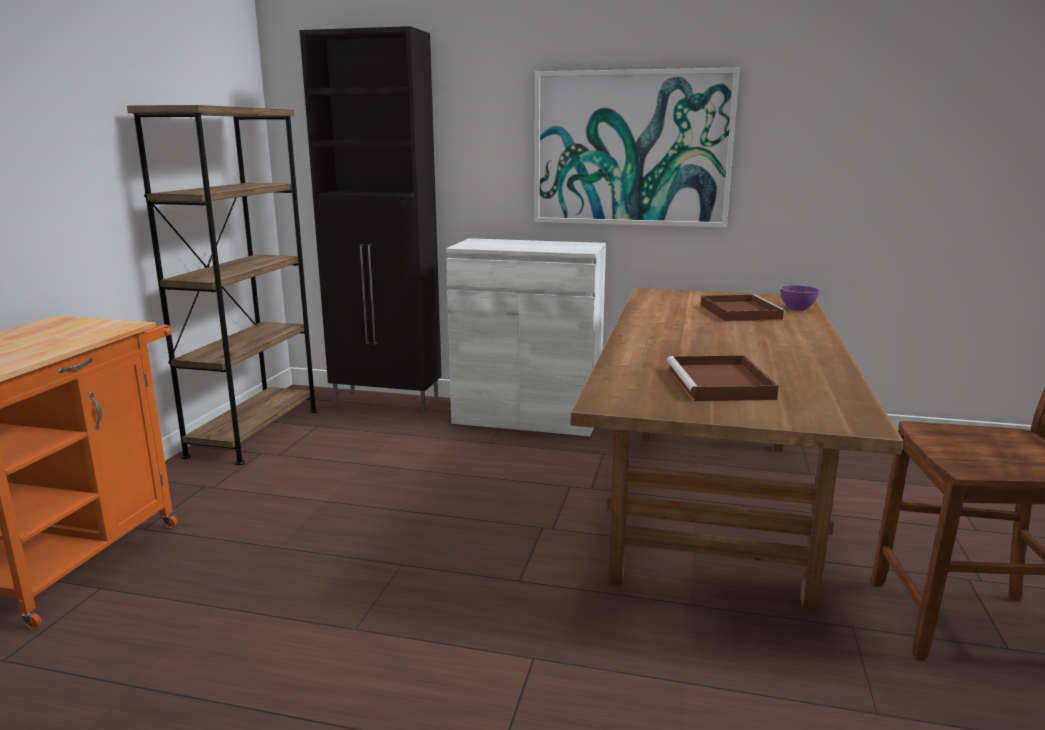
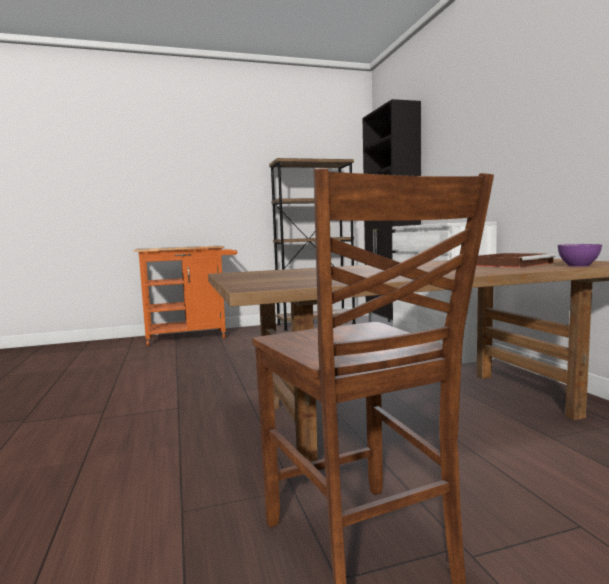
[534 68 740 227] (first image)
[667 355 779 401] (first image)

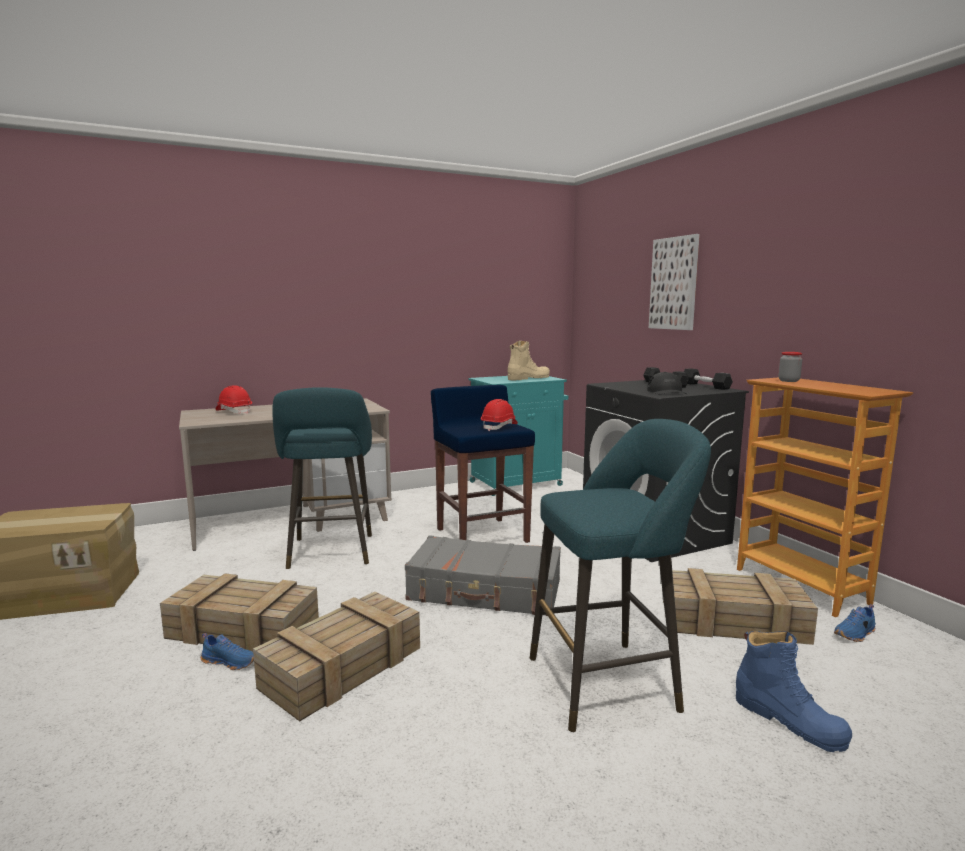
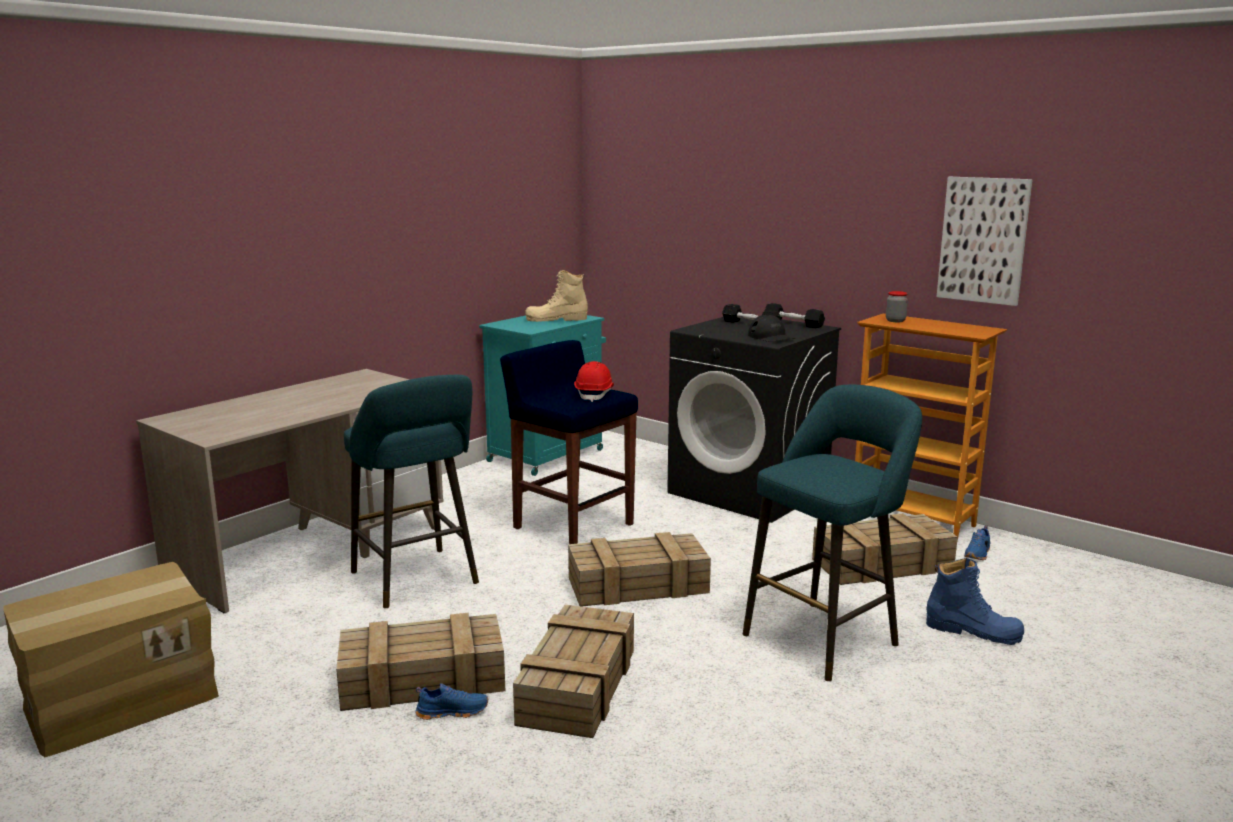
[215 385 252 414] (first image)
[568 532 711 607]
[525 270 588 322]
[937 177 1033 306]

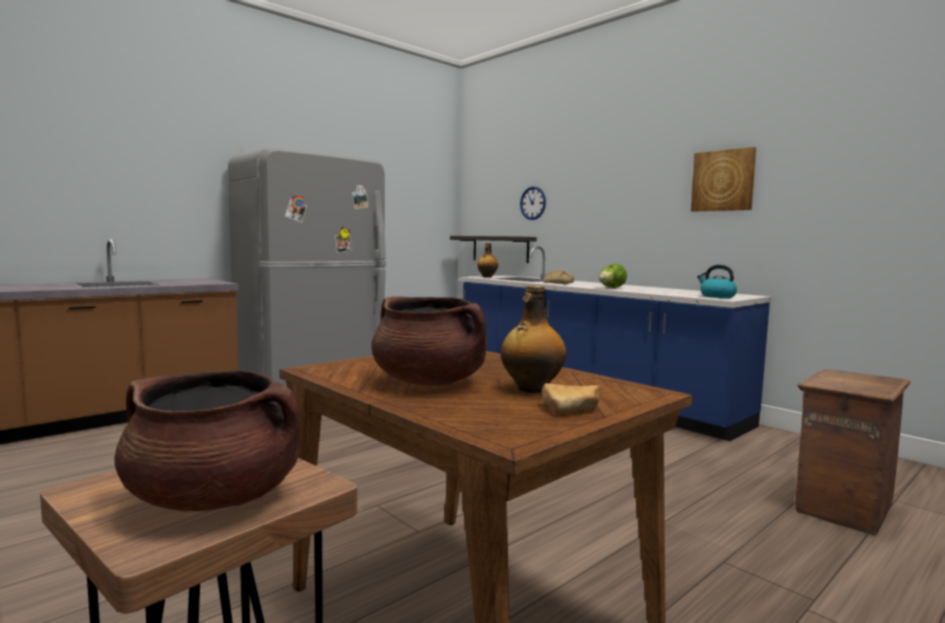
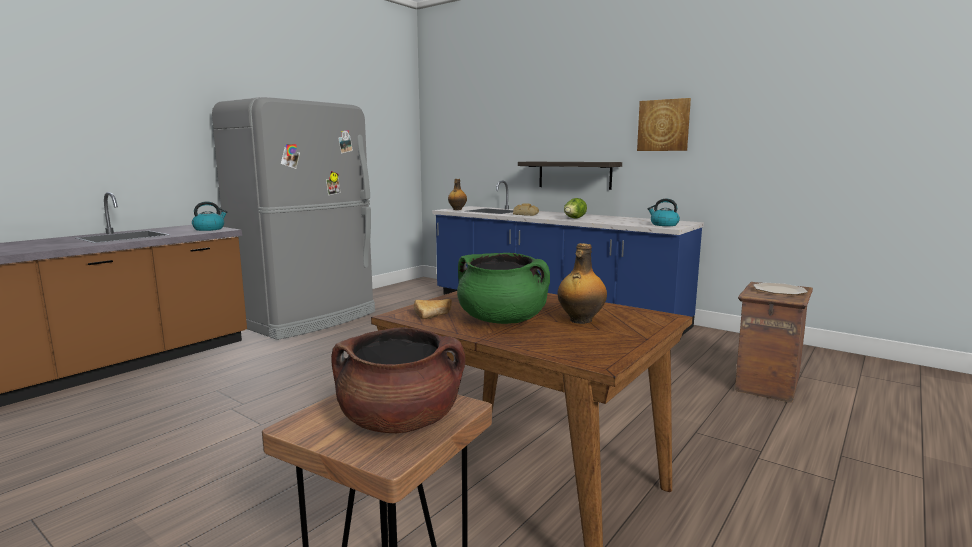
[457 253 550 324]
[518 162 622 190]
[520 186 546 220] (first image)
[414 299 452 319]
[192 201 228 231]
[753 283 808 295]

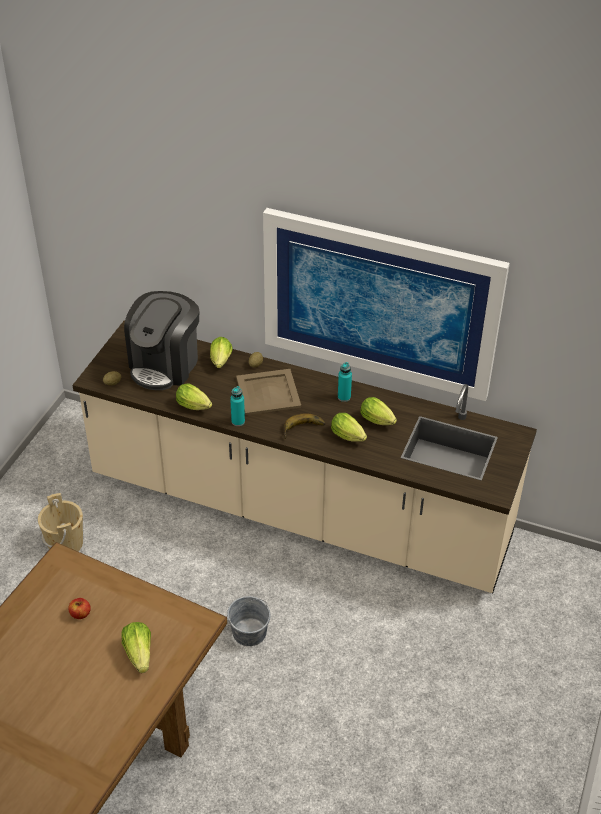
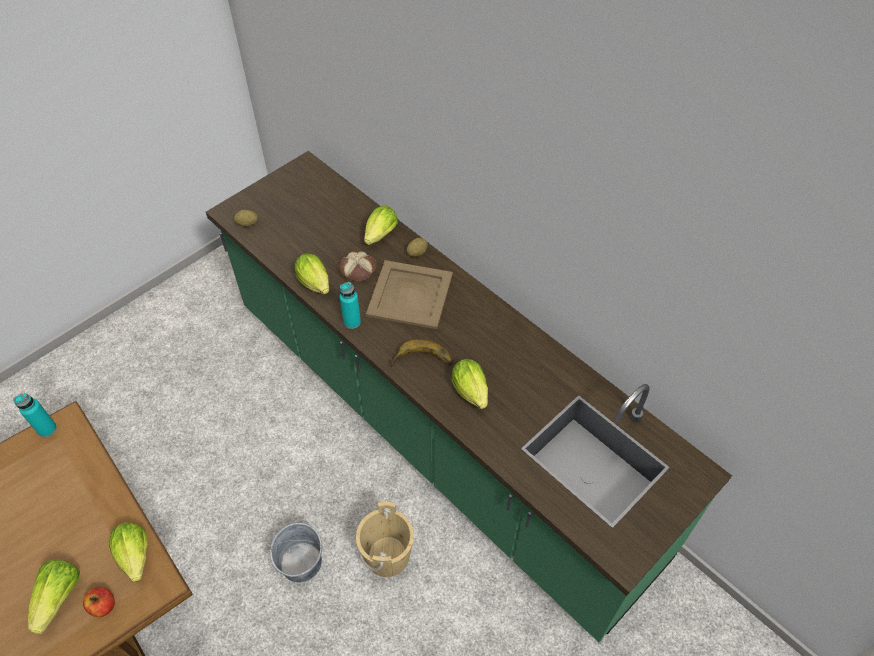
[356 502 414 577]
[83 587 115 617]
[206 151 732 643]
[124 291 199 390] (first image)
[263 208 510 401] (first image)
[13 393 57 437]
[109 522 147 582]
[339 251 376 282]

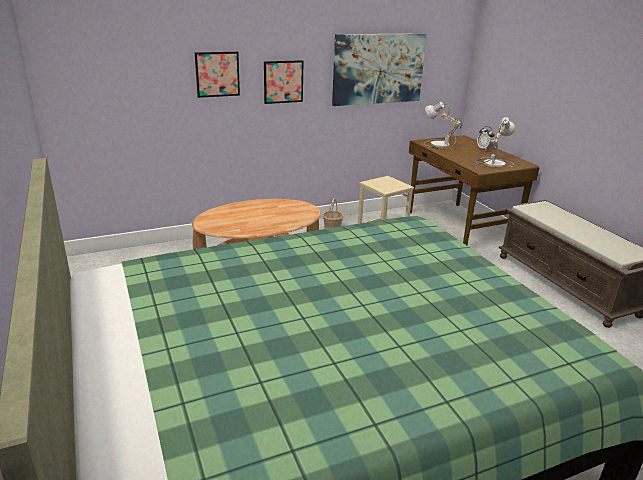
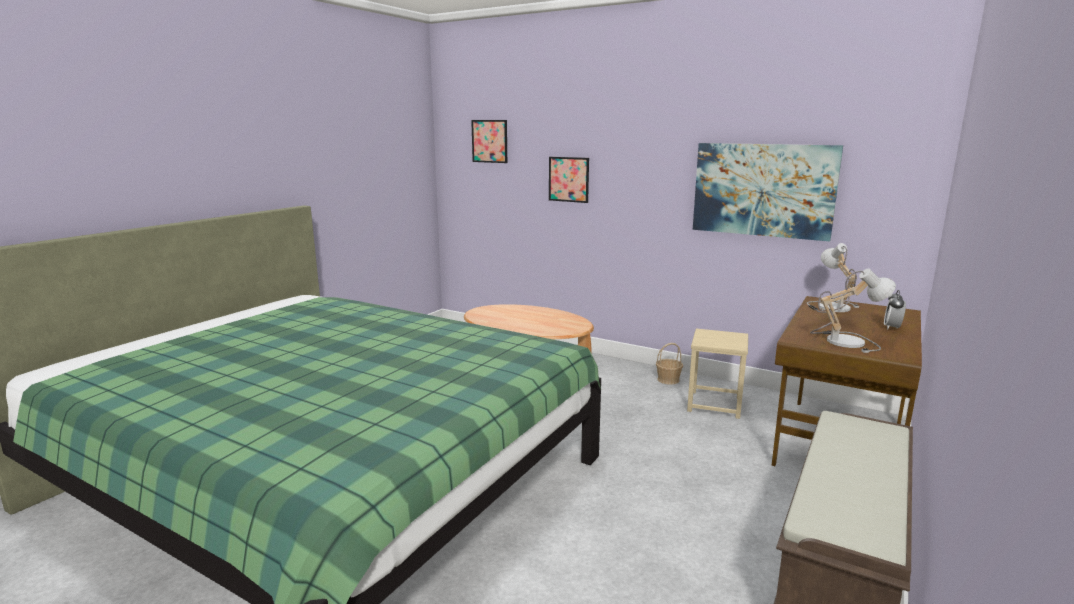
[471 120 507 163]

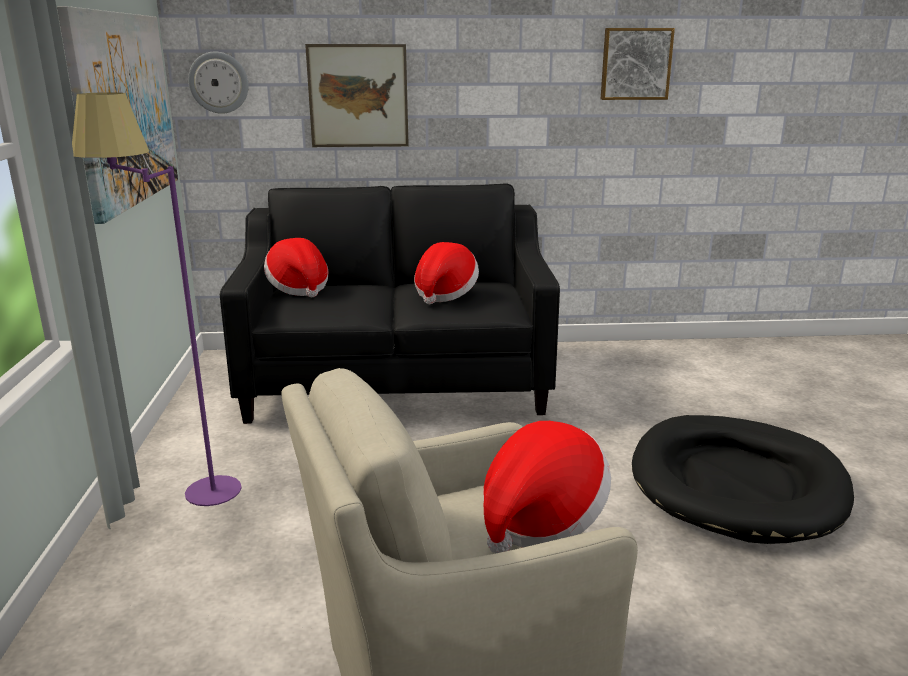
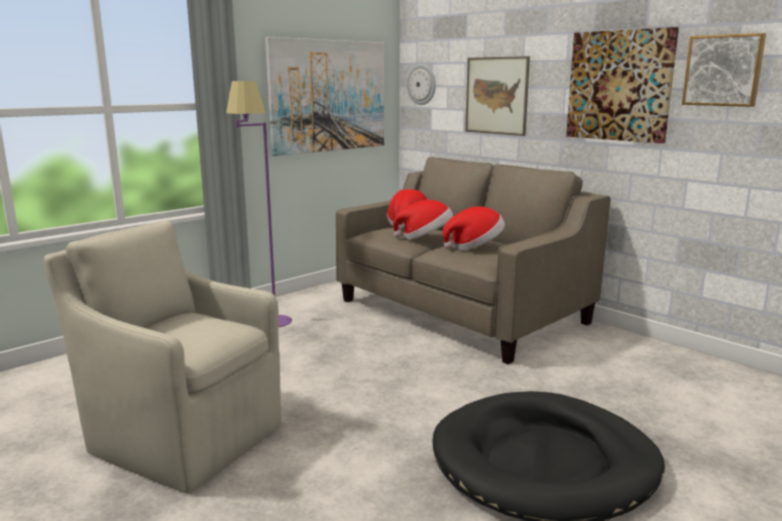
[336 157 610 364]
[393 200 453 240]
[566 27 679 144]

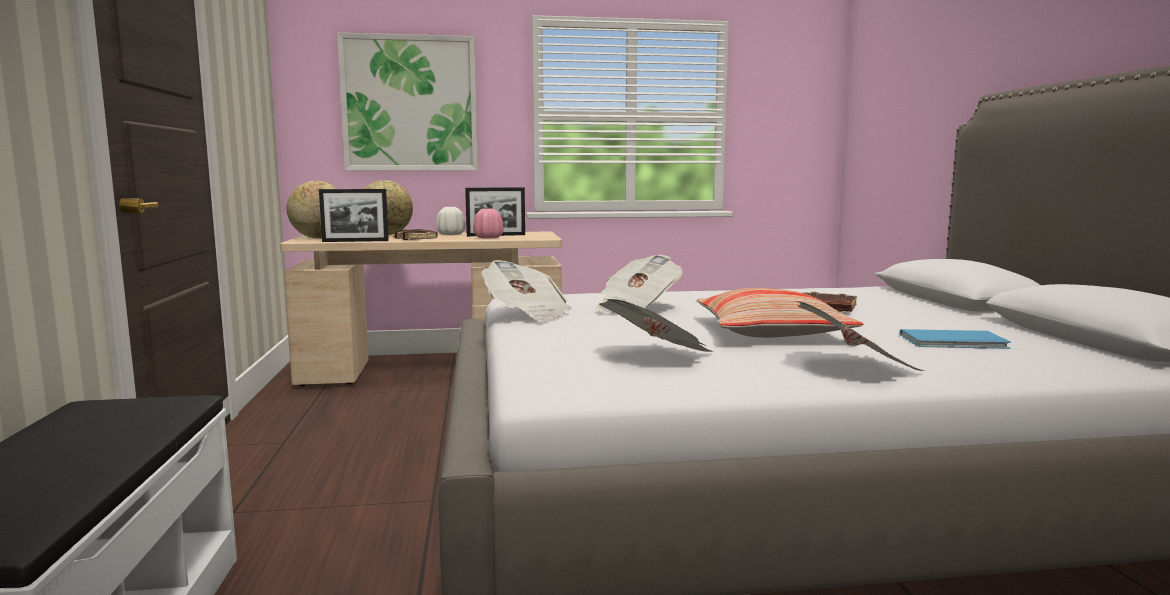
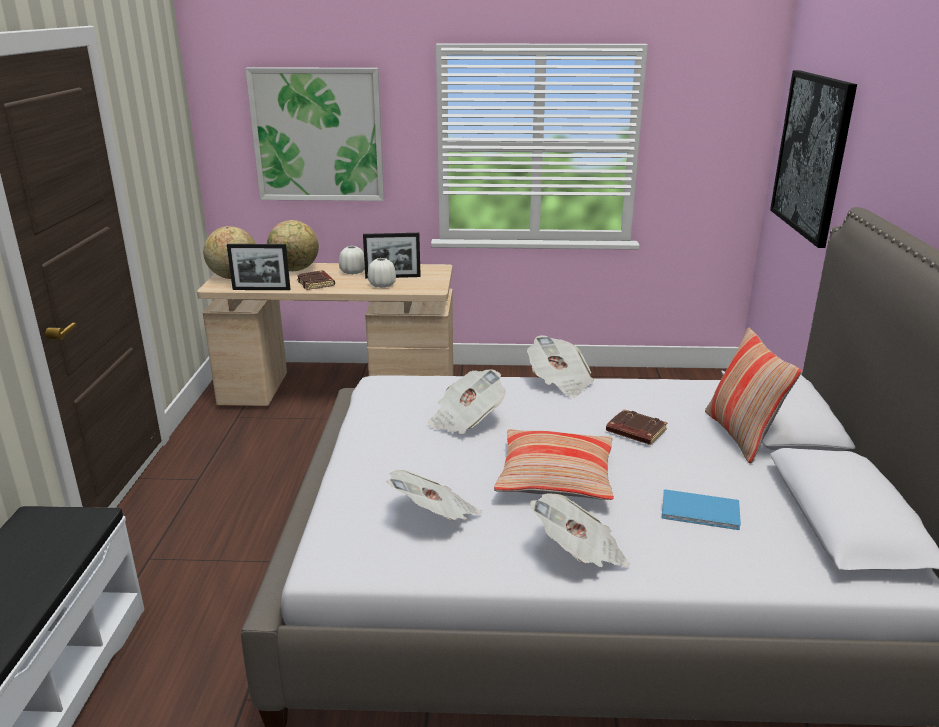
[368 258 396 288]
[527 335 594 398]
[705 328 802 464]
[770 70 857 248]

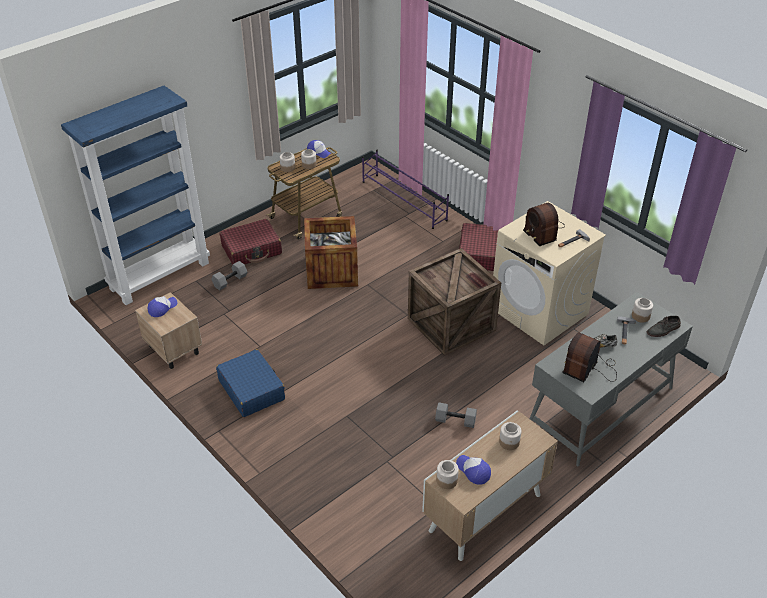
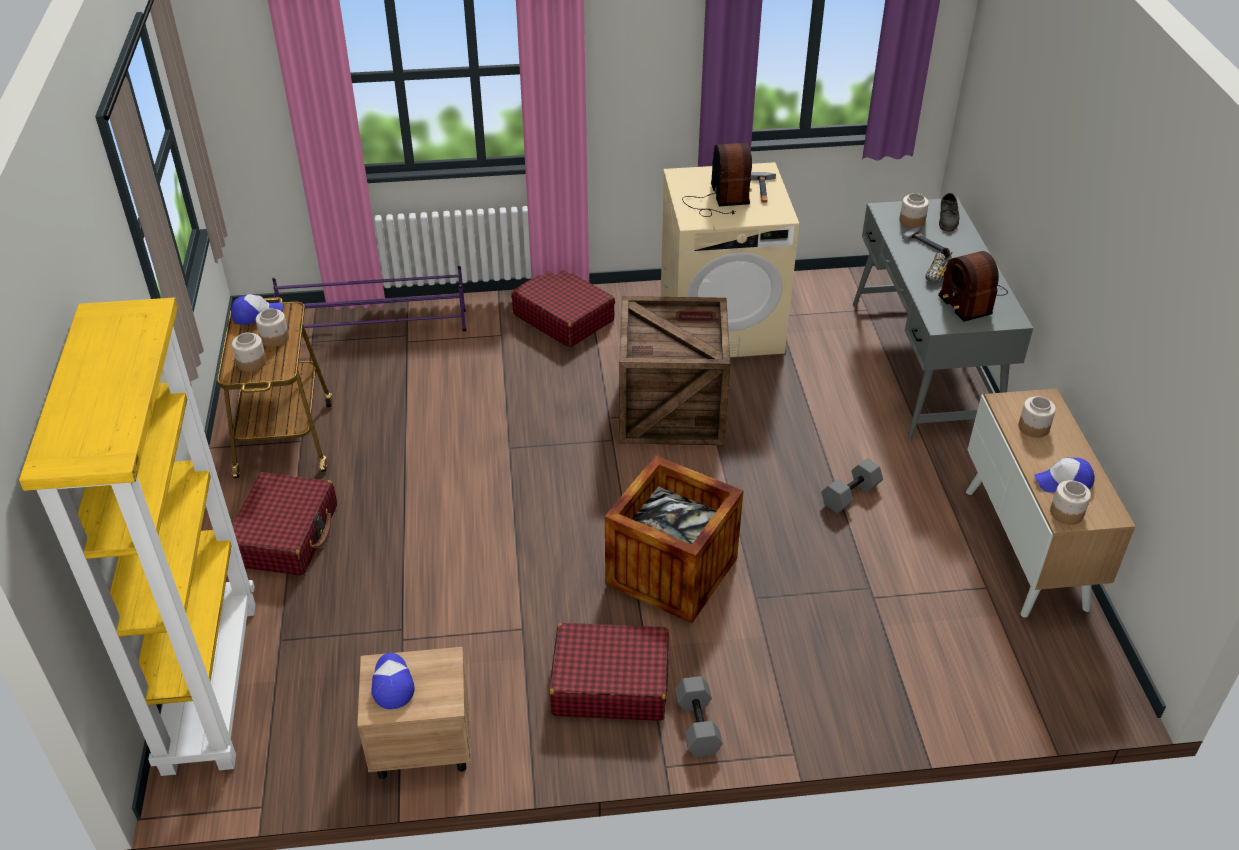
[19 298 255 776]
[675 676 723 757]
[549 623 669 720]
[605 455 743 623]
[682 143 752 217]

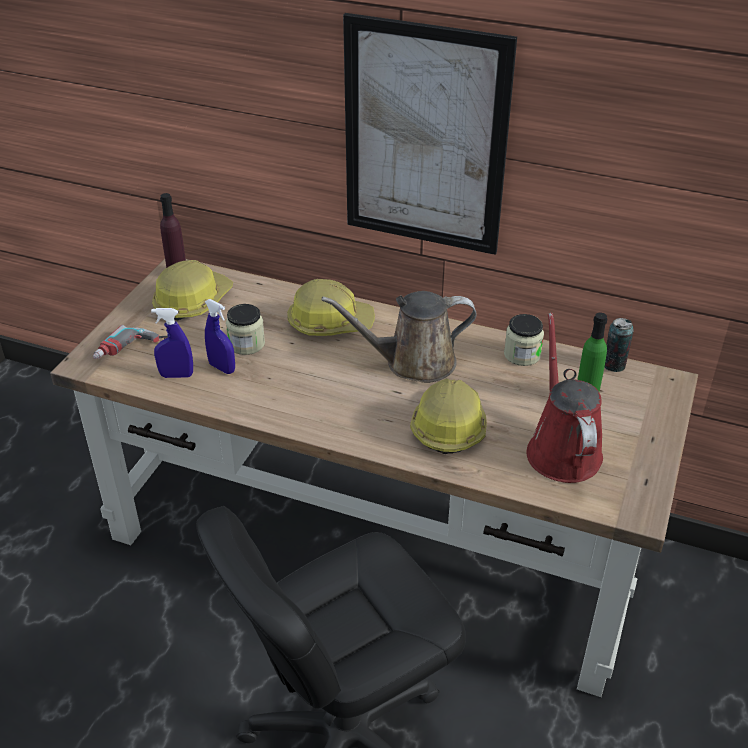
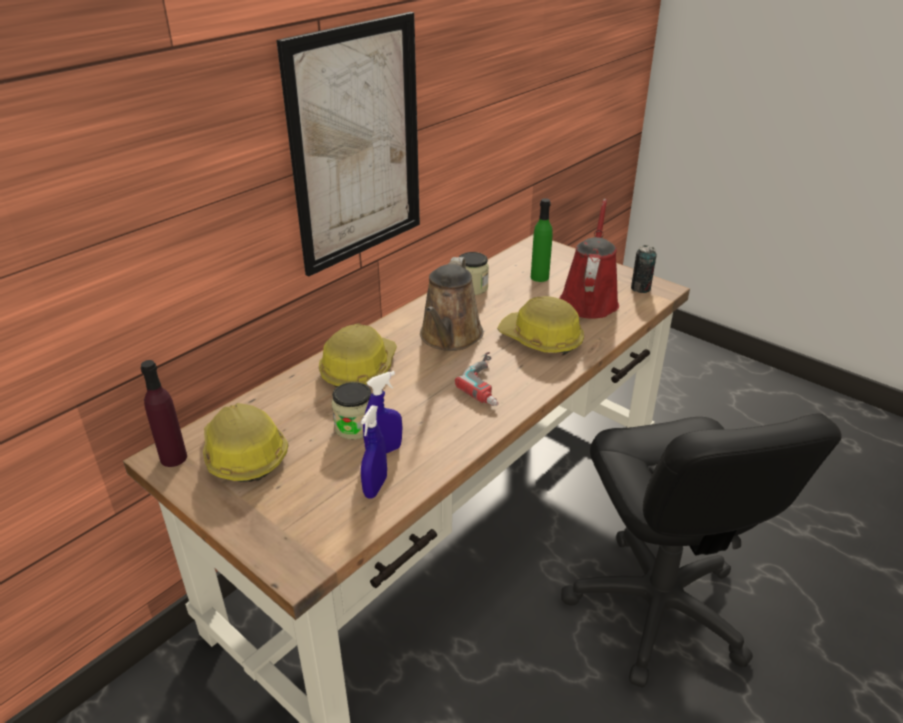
[455 352 498 406]
[559 199 619 318]
[631 245 657 293]

